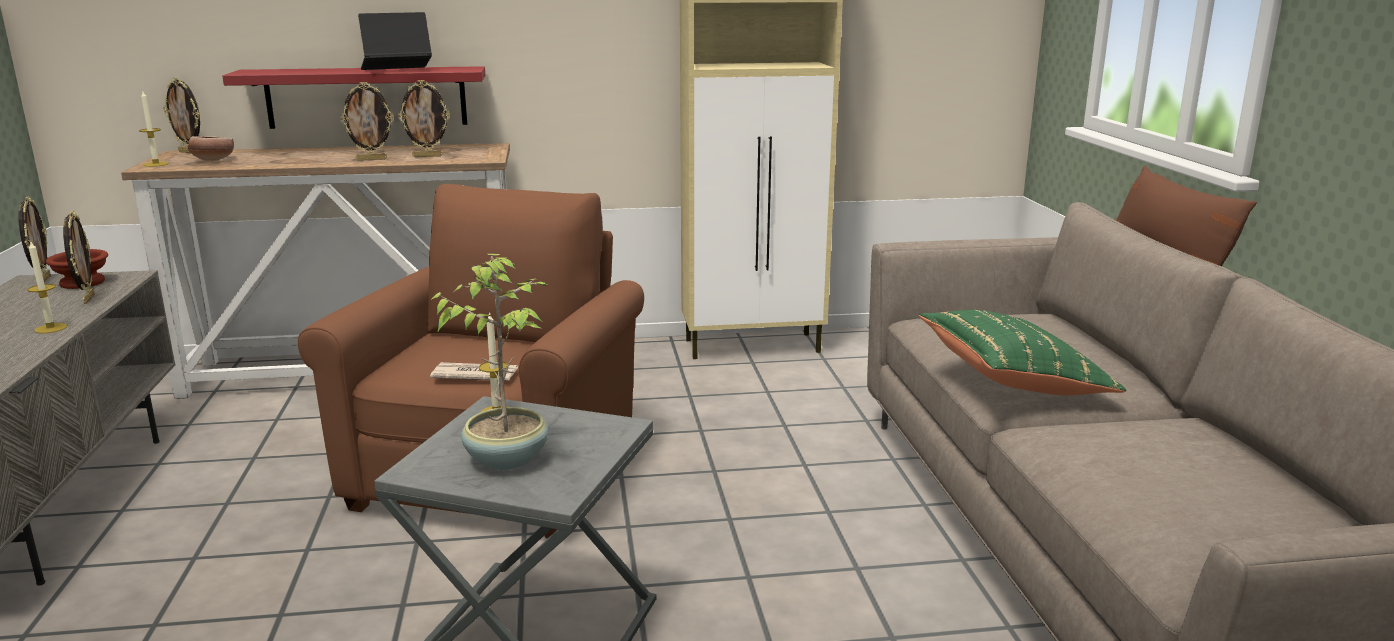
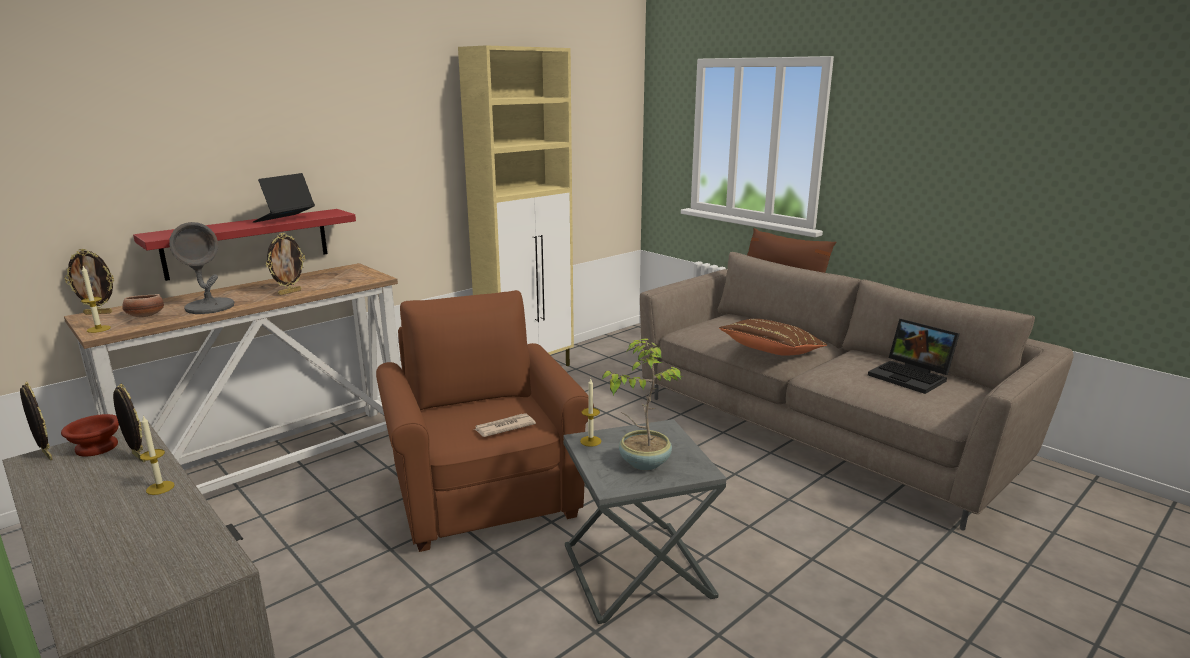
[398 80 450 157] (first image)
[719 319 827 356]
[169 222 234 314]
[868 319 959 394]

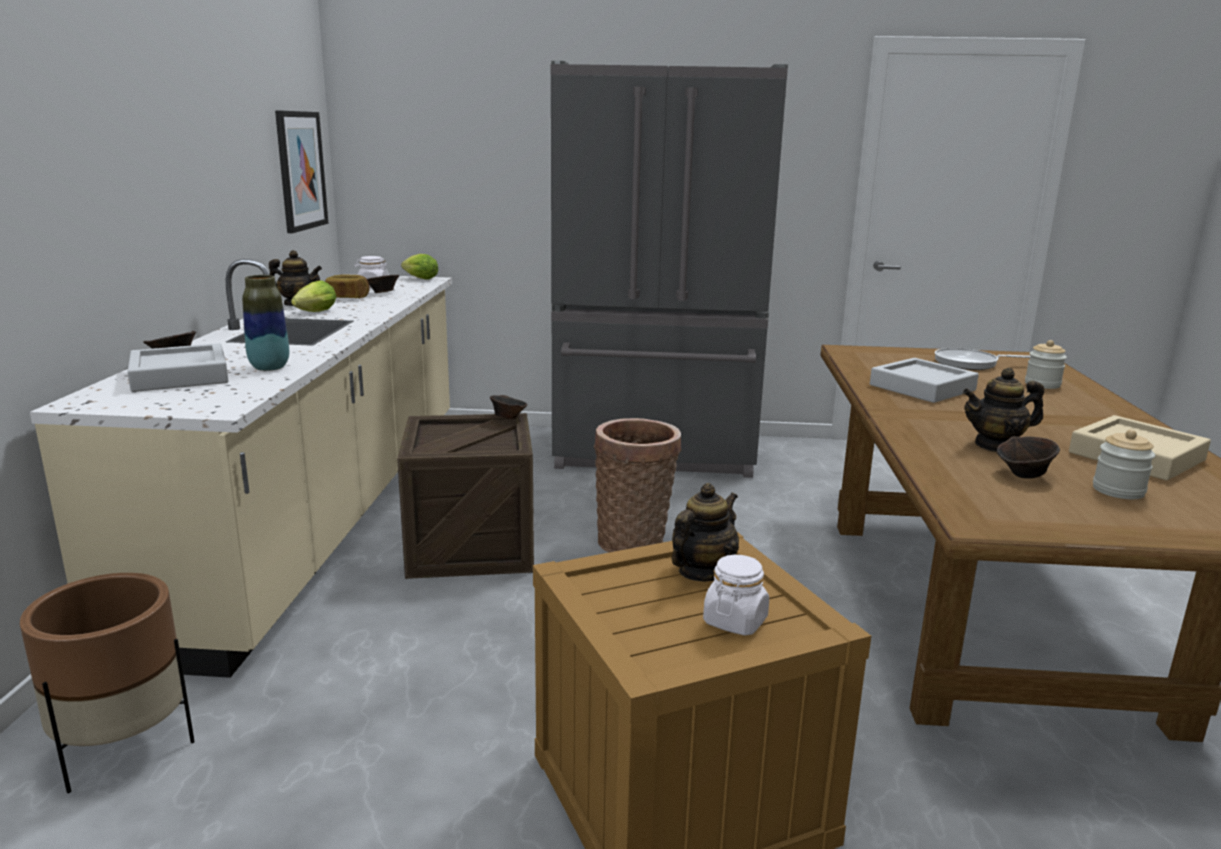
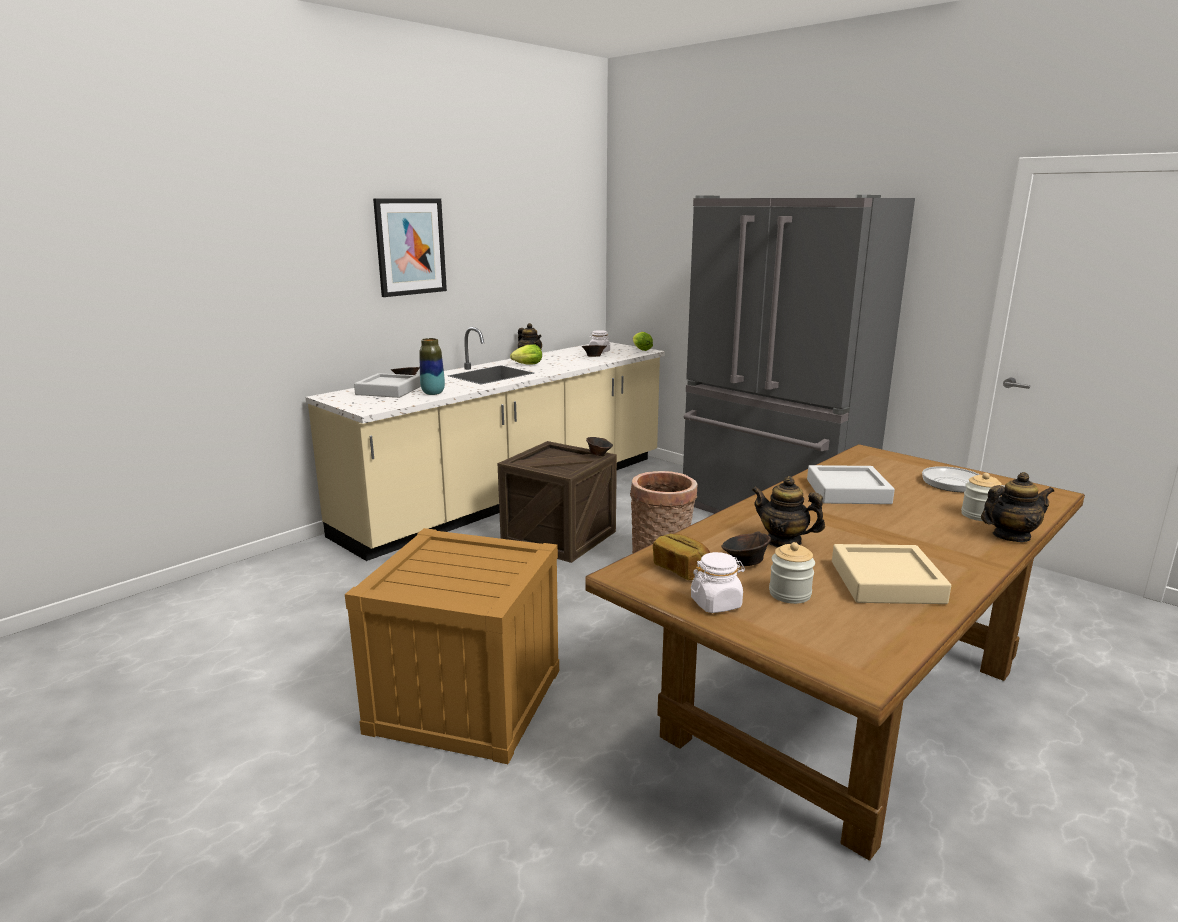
[20 573 195 793] (first image)
[373 198 447 297]
[653 534 710 580]
[981 472 1054 542]
[691 552 745 613]

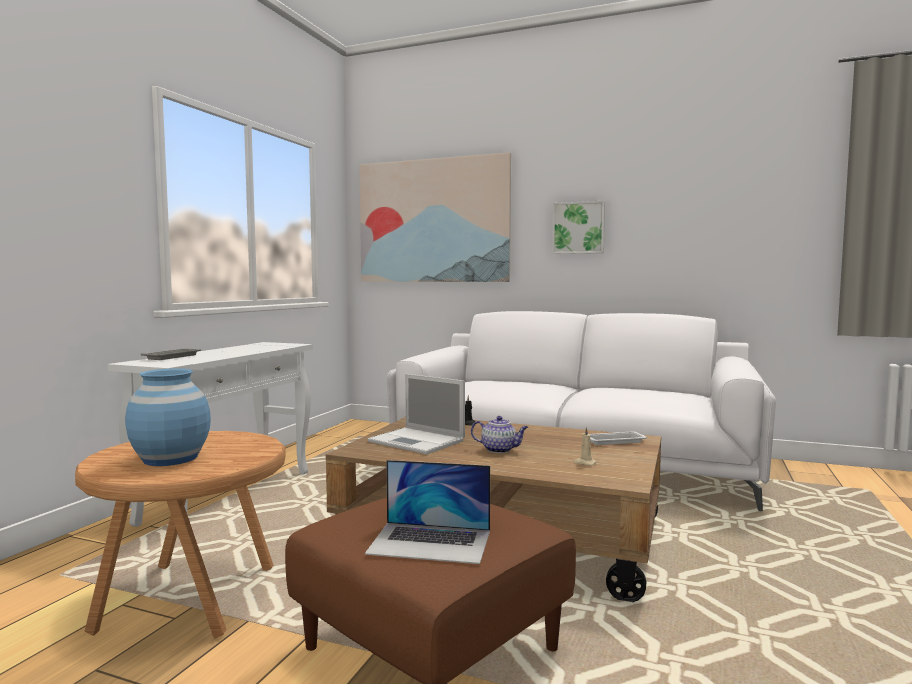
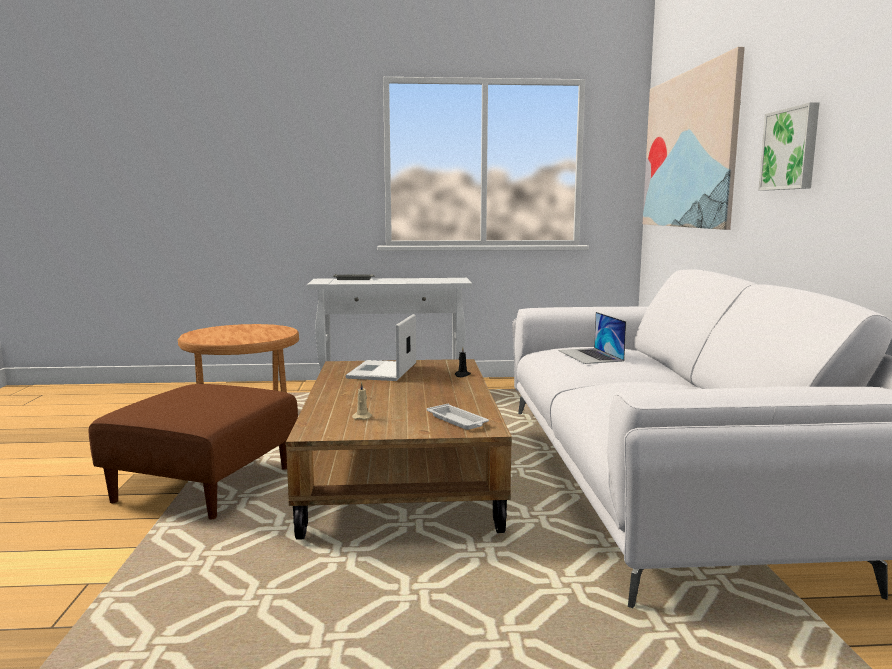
[125 368 211 466] (first image)
[558 312 626 364]
[471 416 528 453] (first image)

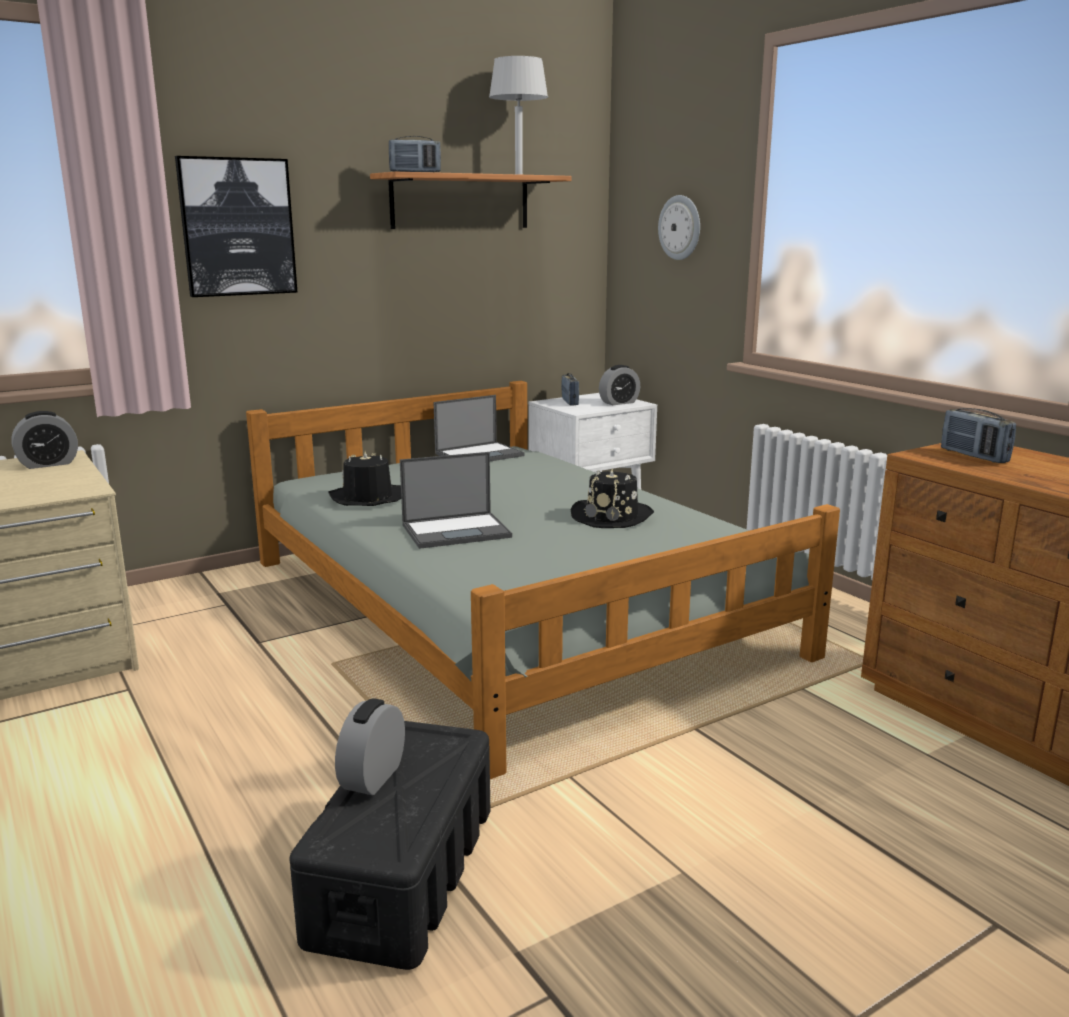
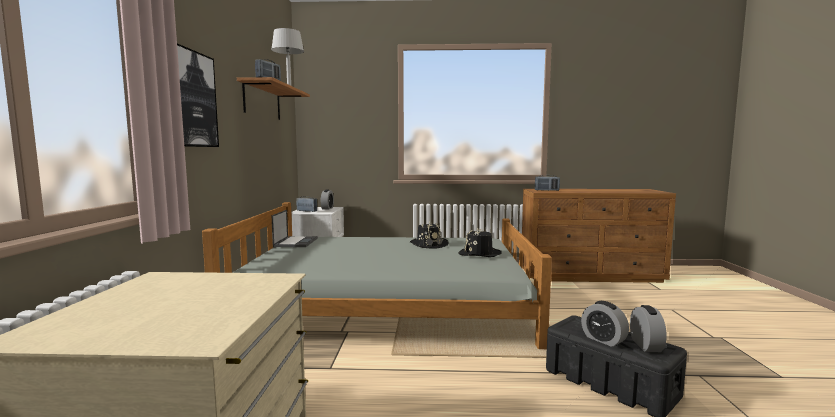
[630 305 667 352]
[458 229 502 257]
[400 452 512 549] (first image)
[658 195 700 260] (first image)

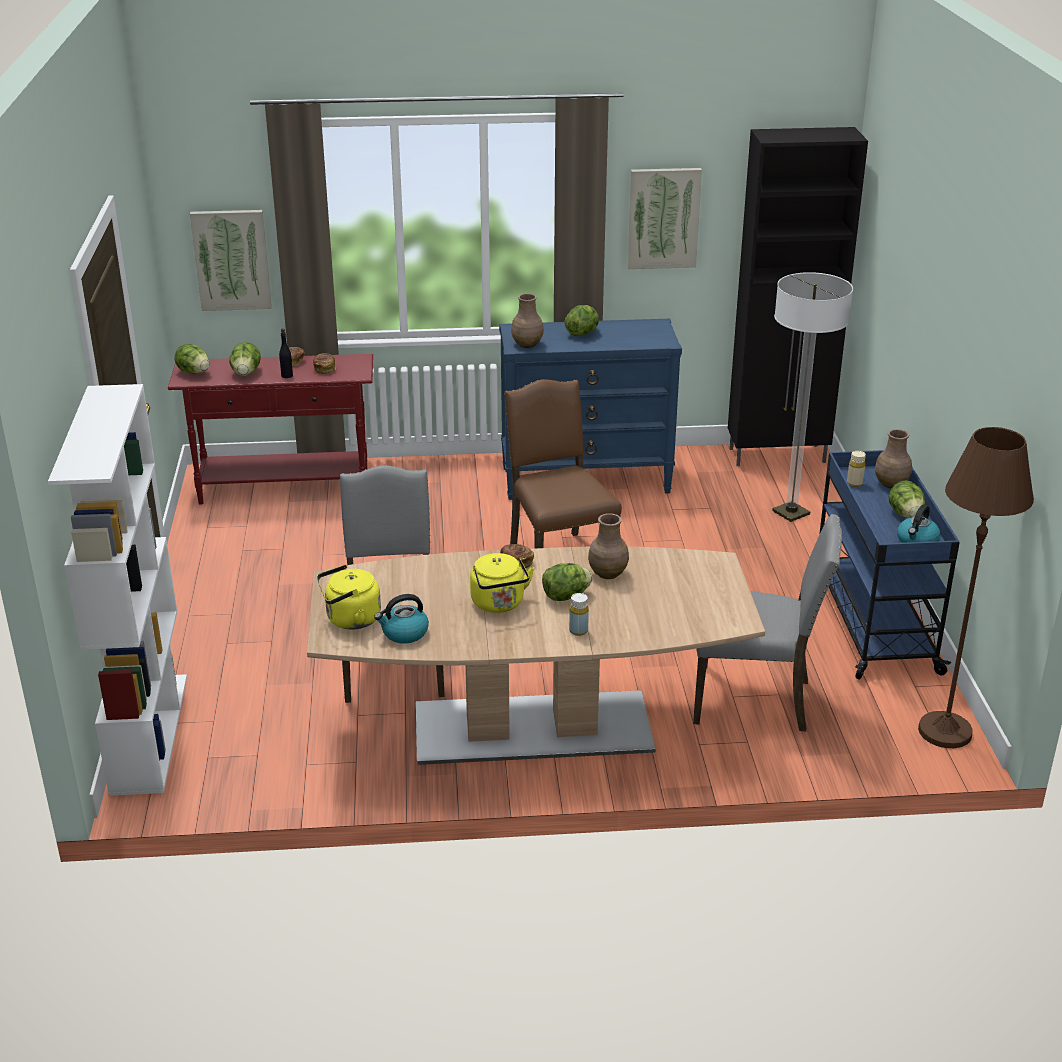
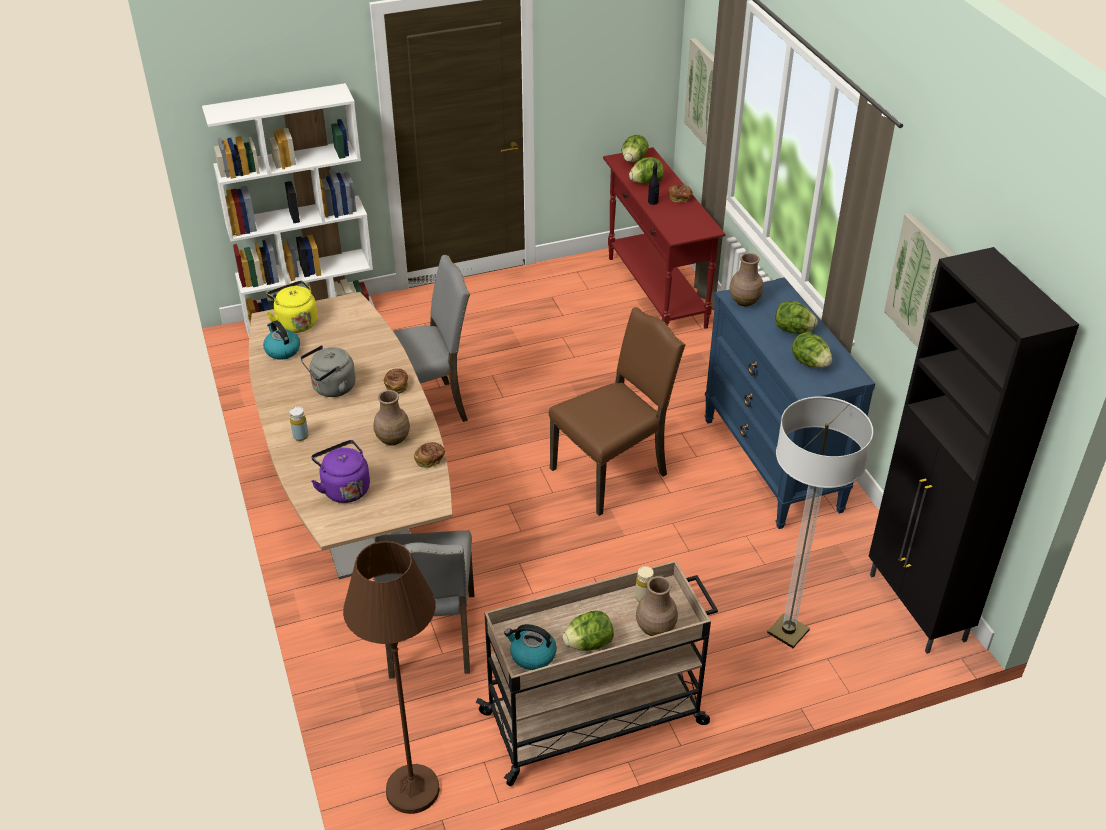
[414 442 445 468]
[300 345 356 397]
[792 332 832 368]
[476 561 718 786]
[311 440 370 503]

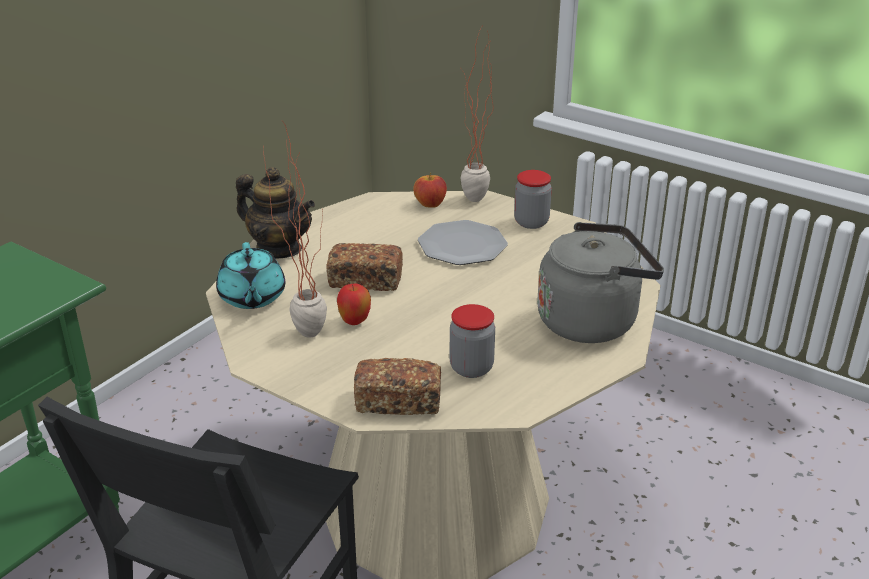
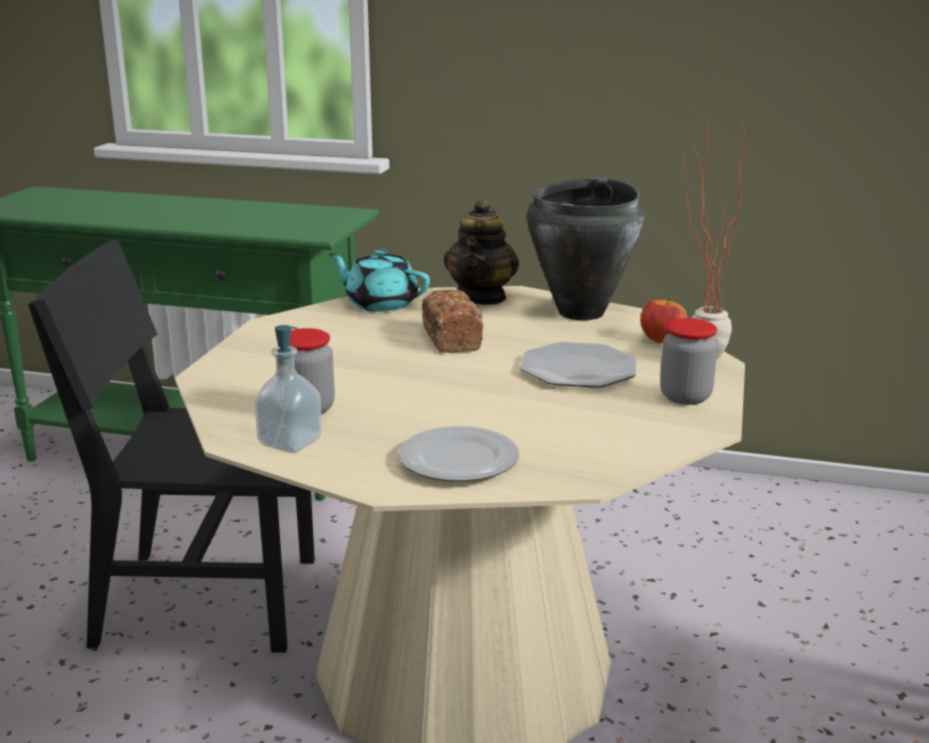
[329 249 430 312]
[263 122 327 338] (first image)
[337 284 371 325] (first image)
[354 358 441 415] (first image)
[398 426 519 482]
[255 325 322 453]
[527 178 644 320]

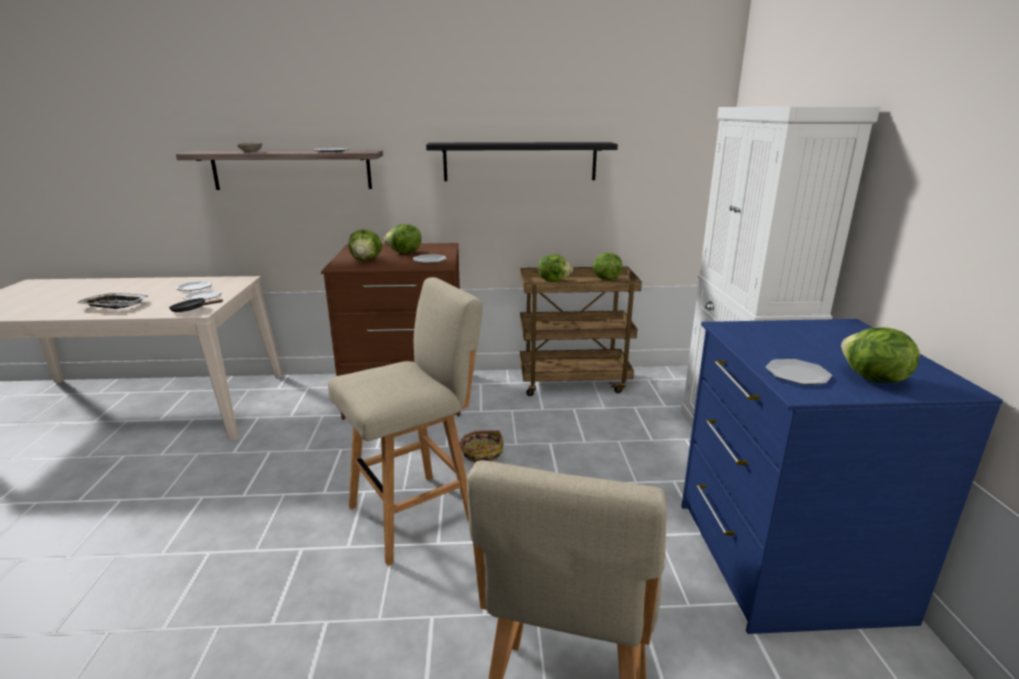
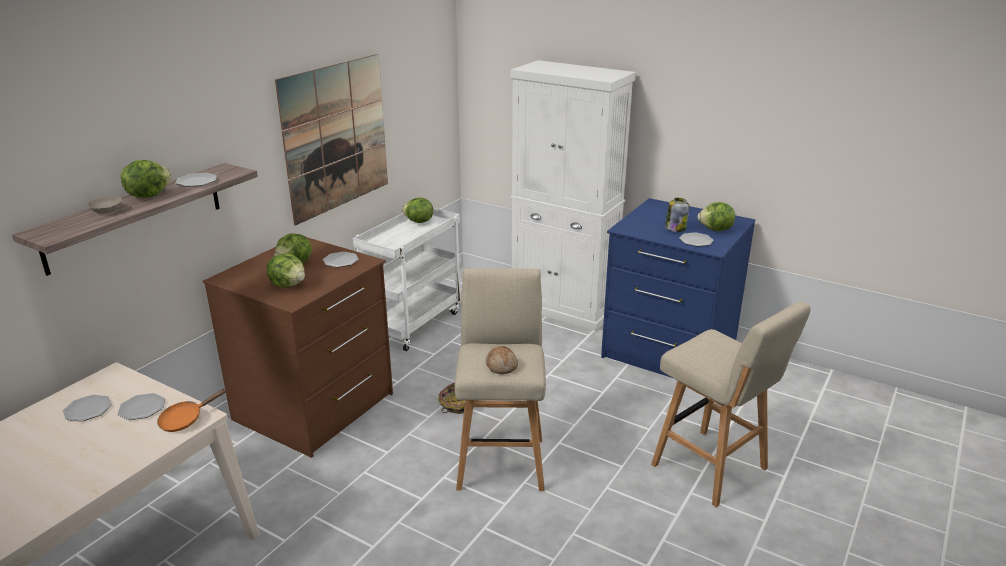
[76 293 149 309] (first image)
[157 388 227 432]
[275 54 388 226]
[353 208 462 351]
[121 160 172 198]
[486 346 518 374]
[665 198 690 232]

